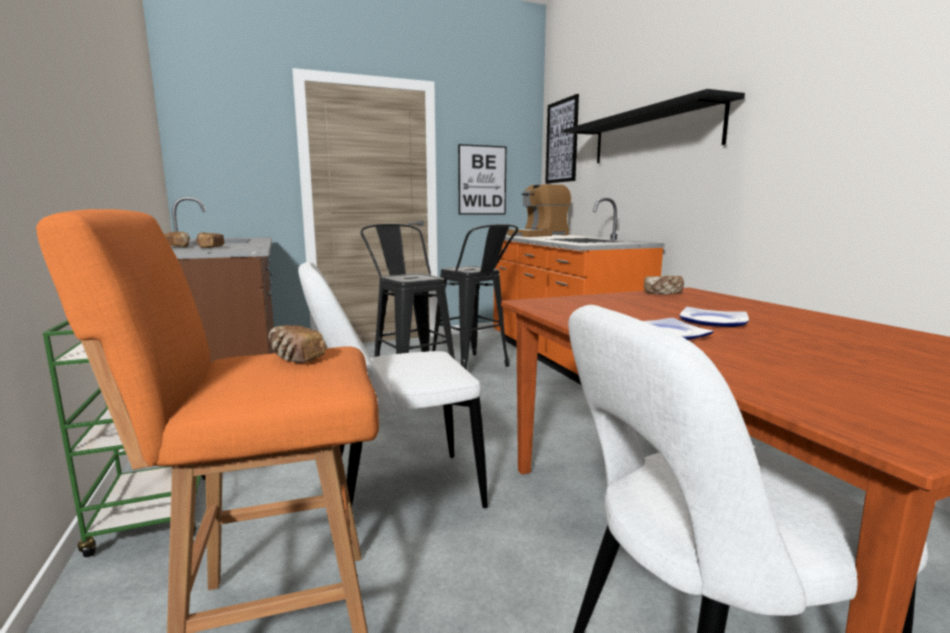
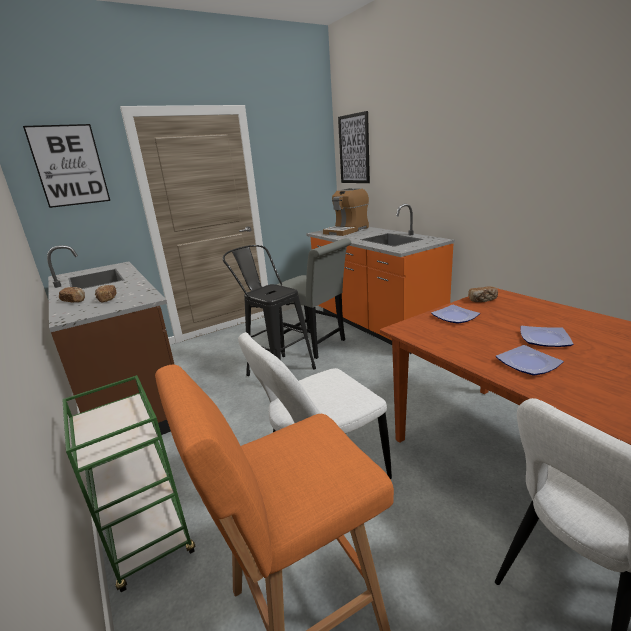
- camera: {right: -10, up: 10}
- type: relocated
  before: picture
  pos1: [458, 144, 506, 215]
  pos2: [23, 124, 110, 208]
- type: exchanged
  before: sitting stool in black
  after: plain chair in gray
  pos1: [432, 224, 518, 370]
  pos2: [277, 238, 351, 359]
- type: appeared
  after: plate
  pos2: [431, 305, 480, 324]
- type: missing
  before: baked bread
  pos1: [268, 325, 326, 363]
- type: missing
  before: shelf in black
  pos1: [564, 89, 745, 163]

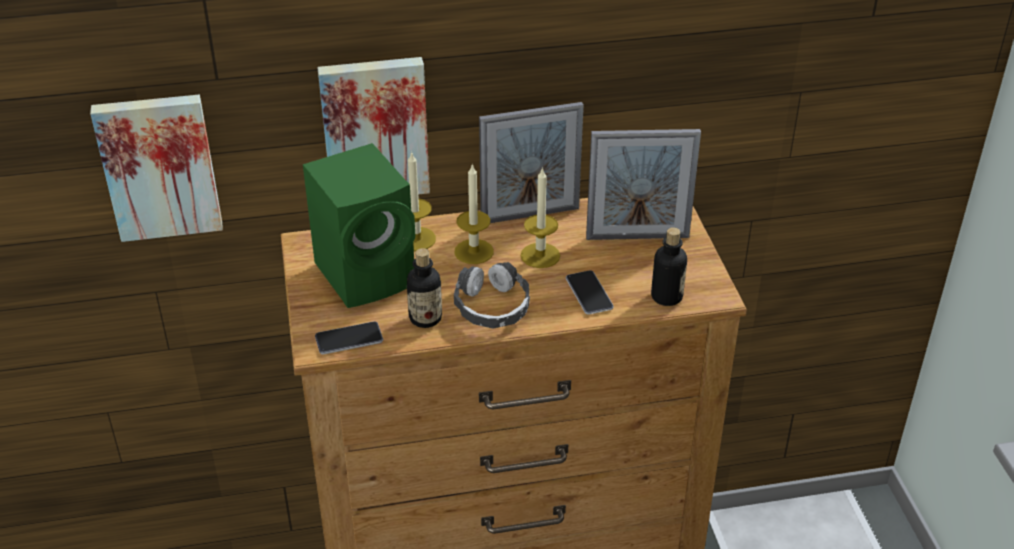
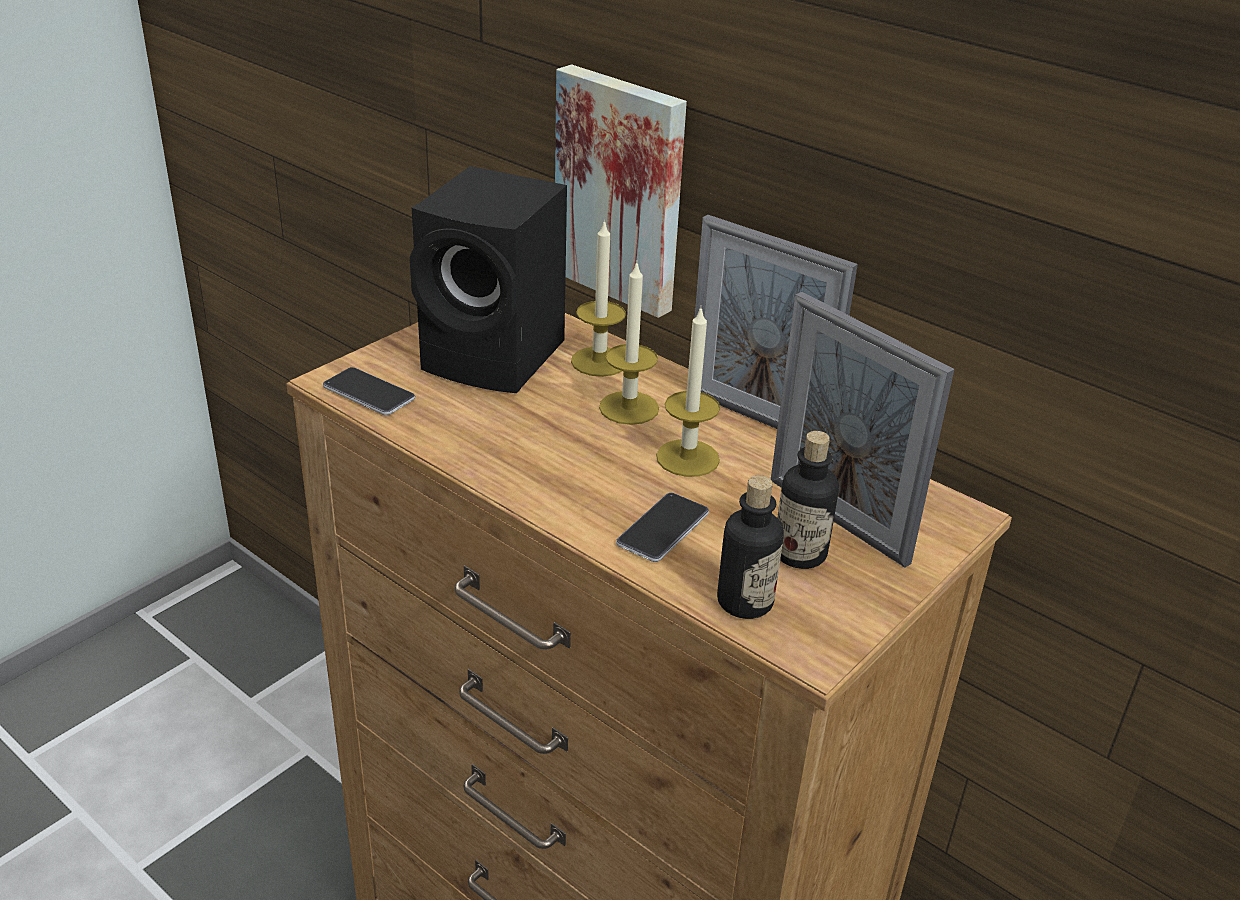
- camera: {right: 50, up: -5}
- type: colour
  before: loudspeaker in green-coloured
  after: loudspeaker in black
  pos1: [303, 143, 416, 308]
  pos2: [410, 166, 567, 393]
- type: relocated
  before: drink bottle
  pos1: [407, 248, 442, 328]
  pos2: [777, 431, 839, 569]
- type: missing
  before: picture
  pos1: [90, 95, 223, 242]
- type: missing
  before: headphones
  pos1: [454, 262, 530, 329]

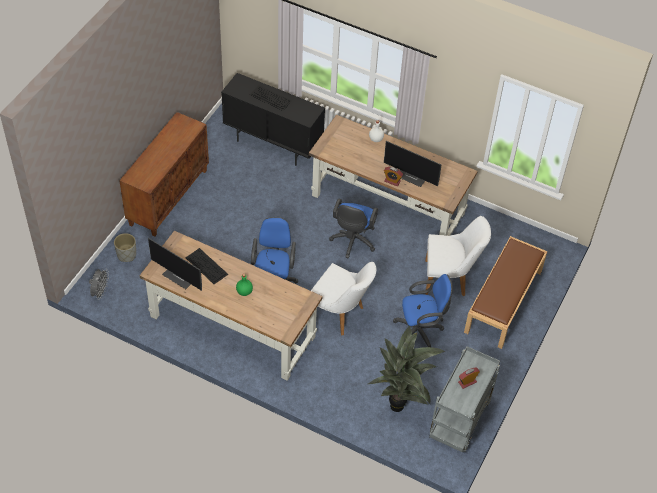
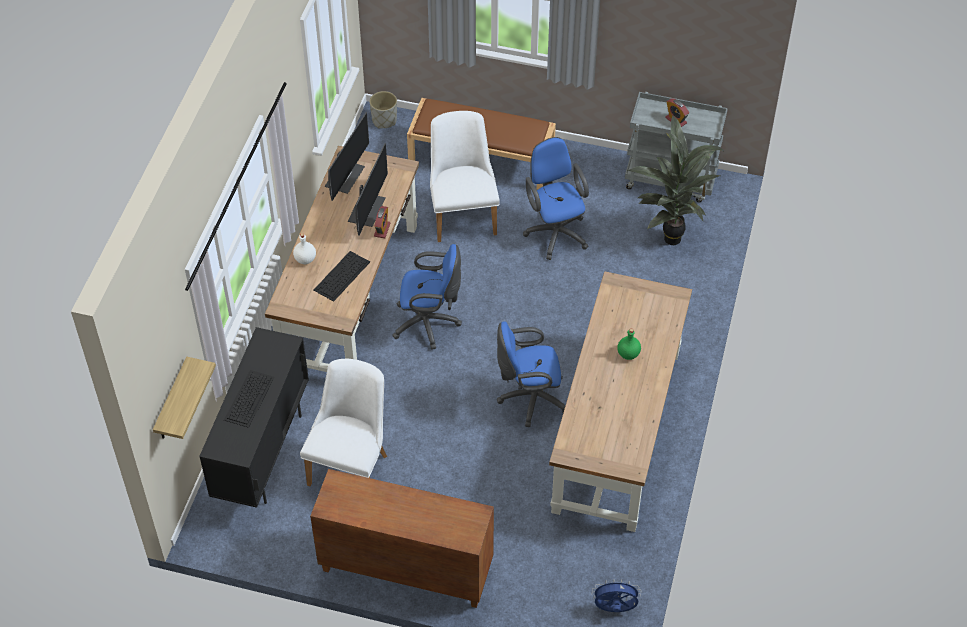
- camera: {right: -100, up: 0}
- type: appeared
  after: shelf
  pos2: [153, 357, 216, 439]
- type: relocated
  before: plain chair in white-coloured
  pos1: [311, 262, 376, 336]
  pos2: [300, 359, 387, 487]
- type: relocated
  before: computer keyboard
  pos1: [186, 248, 228, 284]
  pos2: [313, 251, 370, 301]
- type: relocated
  before: computer screen
  pos1: [148, 238, 202, 291]
  pos2: [325, 112, 369, 201]
- type: relocated
  before: planter in gray
  pos1: [114, 233, 136, 262]
  pos2: [369, 91, 397, 128]
- type: colour
  before: electric fan in gray
  after: electric fan in blue-coloured
  pos1: [89, 269, 109, 300]
  pos2: [592, 579, 641, 612]

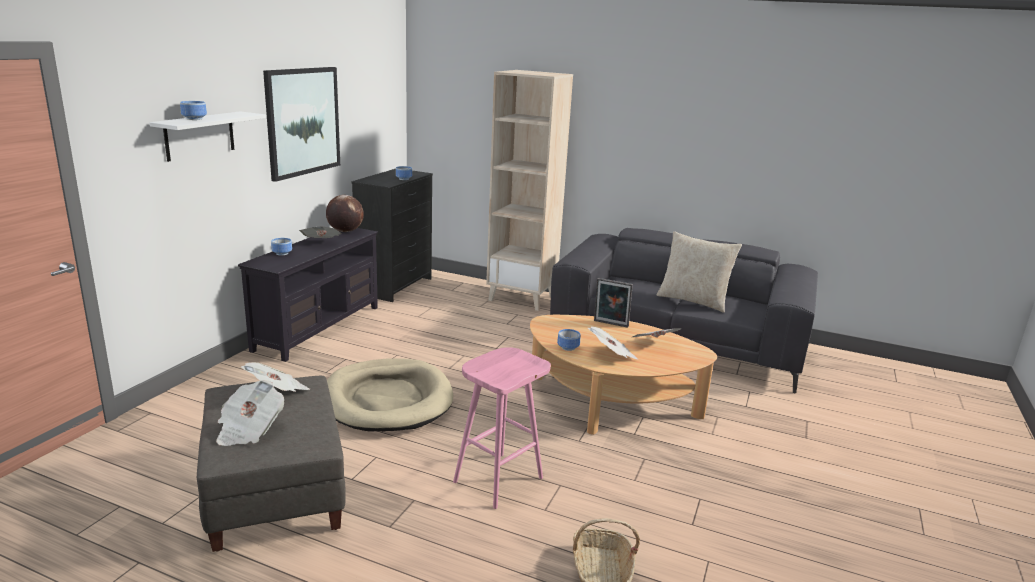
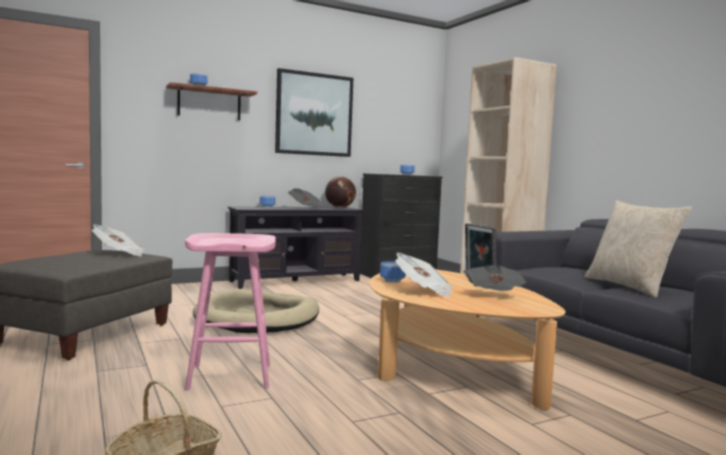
- camera: {right: 40, up: -15}
- type: colour
  before: shelf in white-coloured
  after: shelf in brownish
  pos1: [149, 111, 266, 162]
  pos2: [166, 82, 257, 120]
- type: missing
  before: newspaper
  pos1: [216, 380, 284, 446]

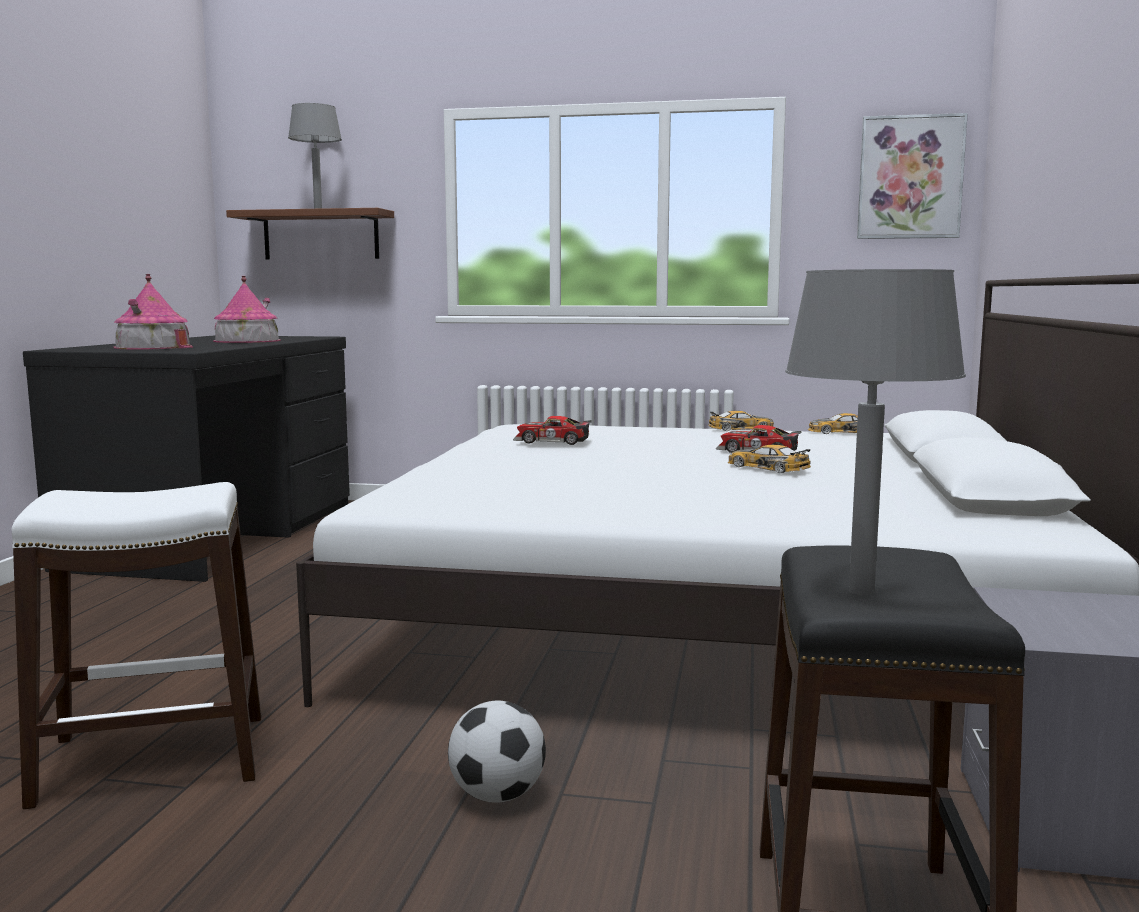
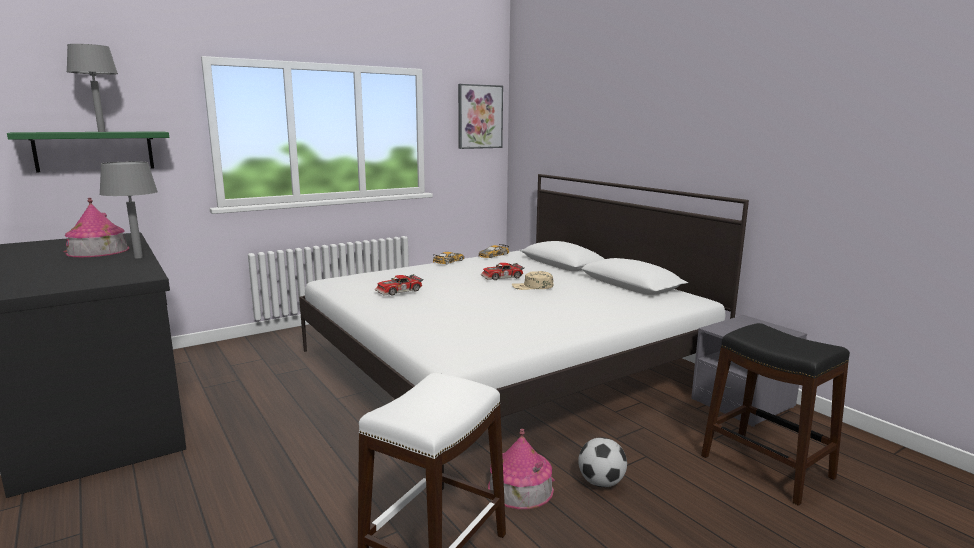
- camera: {right: -45, up: 5}
- type: colour
  before: shelf in brownish
  after: shelf in green-coloured
  pos1: [226, 208, 394, 259]
  pos2: [7, 131, 169, 172]
- type: relocated
  before: table lamp in gray
  pos1: [785, 269, 966, 595]
  pos2: [99, 161, 158, 258]
- type: relocated
  before: model house
  pos1: [113, 274, 193, 349]
  pos2: [488, 429, 555, 509]
- type: exchanged
  before: miniature car
  after: baseball cap in beige-coloured
  pos1: [728, 445, 811, 473]
  pos2: [512, 271, 553, 290]

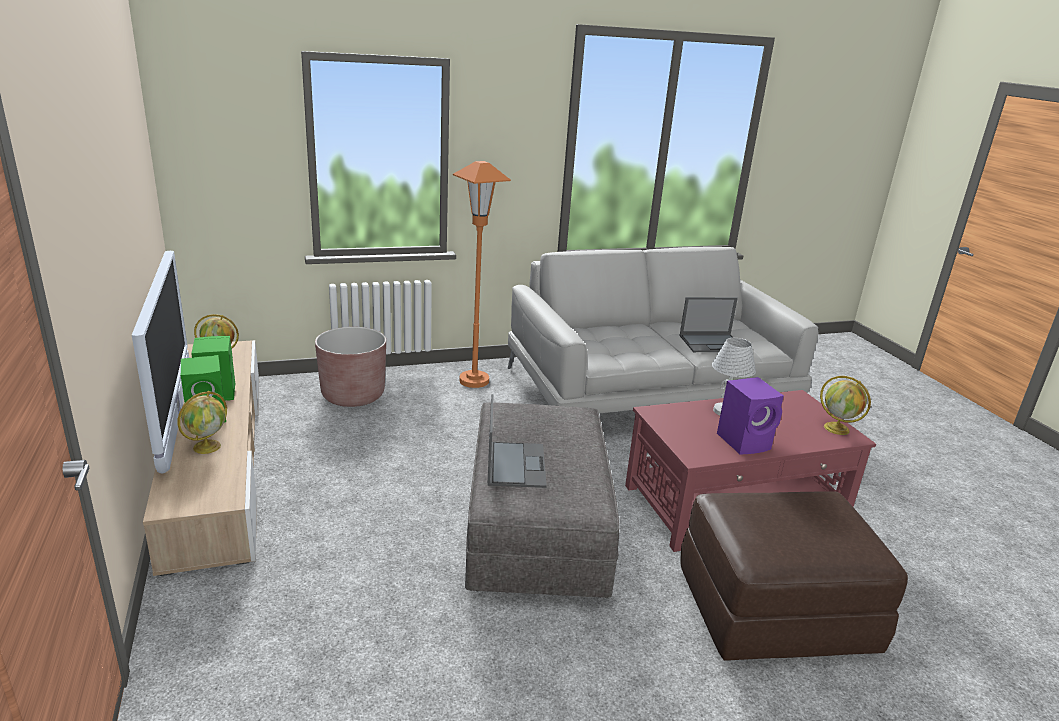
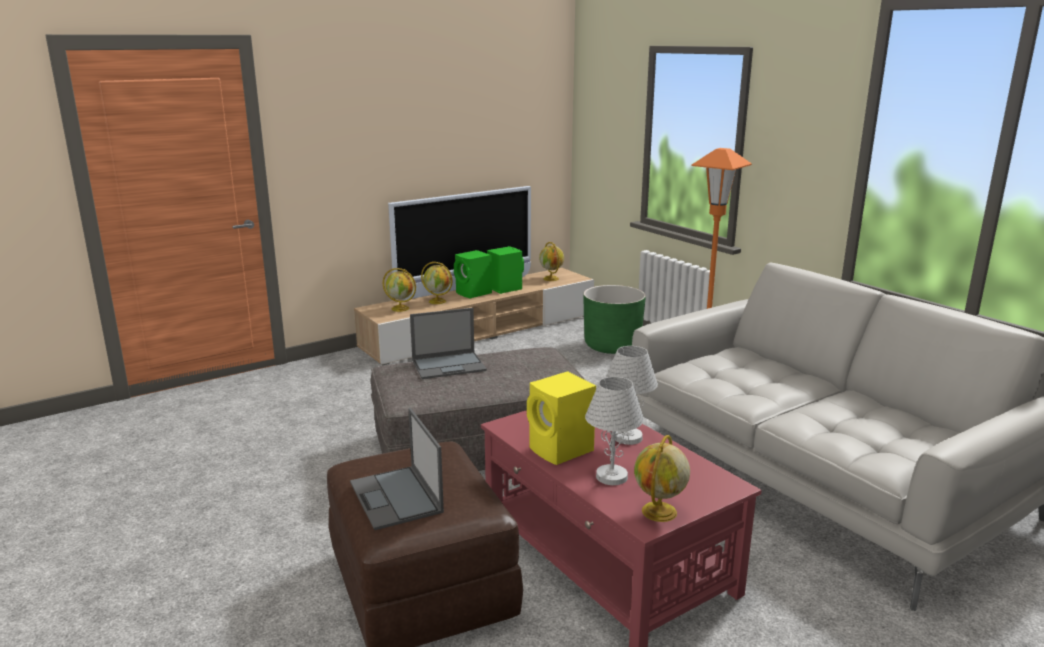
- camera: {right: 75, up: -5}
- type: relocated
  before: portable computer
  pos1: [679, 297, 738, 352]
  pos2: [350, 408, 444, 530]
- type: appeared
  after: globe
  pos2: [383, 268, 416, 312]
- type: colour
  before: loudspeaker in purple-coloured
  after: loudspeaker in yellow
  pos1: [717, 377, 784, 454]
  pos2: [527, 371, 596, 465]
- type: colour
  before: planter in brownish
  after: planter in green-coloured
  pos1: [315, 327, 386, 407]
  pos2: [583, 285, 646, 354]
- type: appeared
  after: table lamp in white-coloured
  pos2: [585, 377, 644, 485]

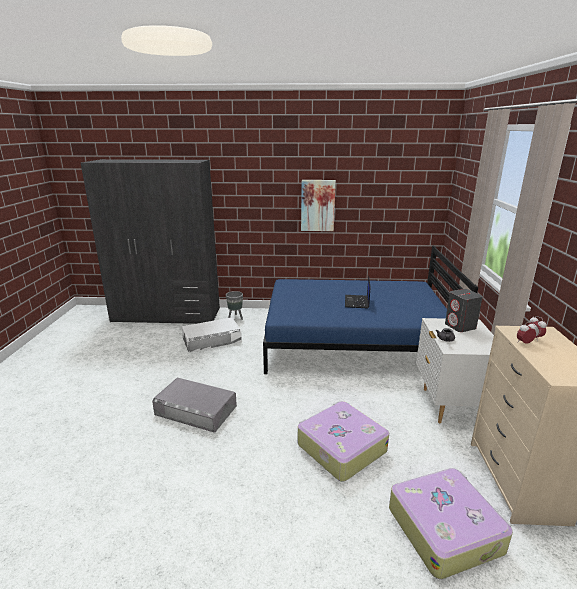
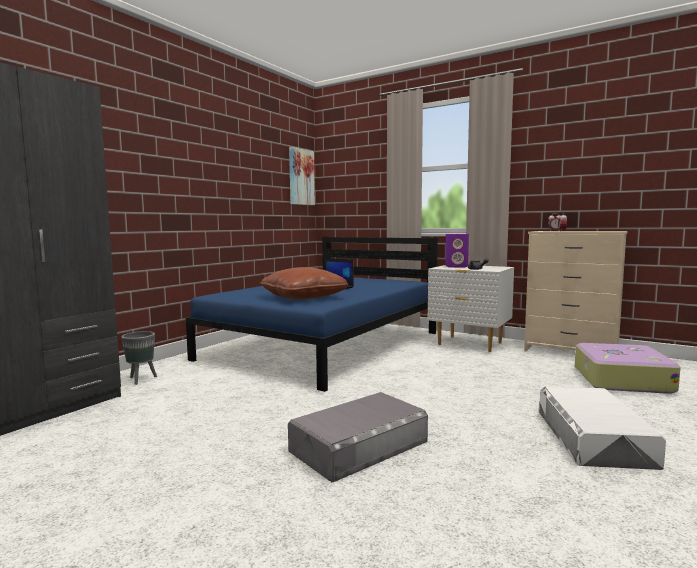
- camera: {right: -60, up: -15}
- type: appeared
  after: throw pillow in brownish
  pos2: [260, 267, 348, 299]
- type: relocated
  before: picture
  pos1: [301, 180, 336, 231]
  pos2: [289, 147, 315, 205]
- type: colour
  before: loudspeaker in gray
  after: loudspeaker in purple-coloured
  pos1: [445, 289, 483, 332]
  pos2: [445, 234, 469, 267]
- type: relocated
  before: storage box in white-coloured
  pos1: [182, 317, 242, 353]
  pos2: [539, 386, 666, 470]
- type: missing
  before: suitcase
  pos1: [298, 401, 389, 482]

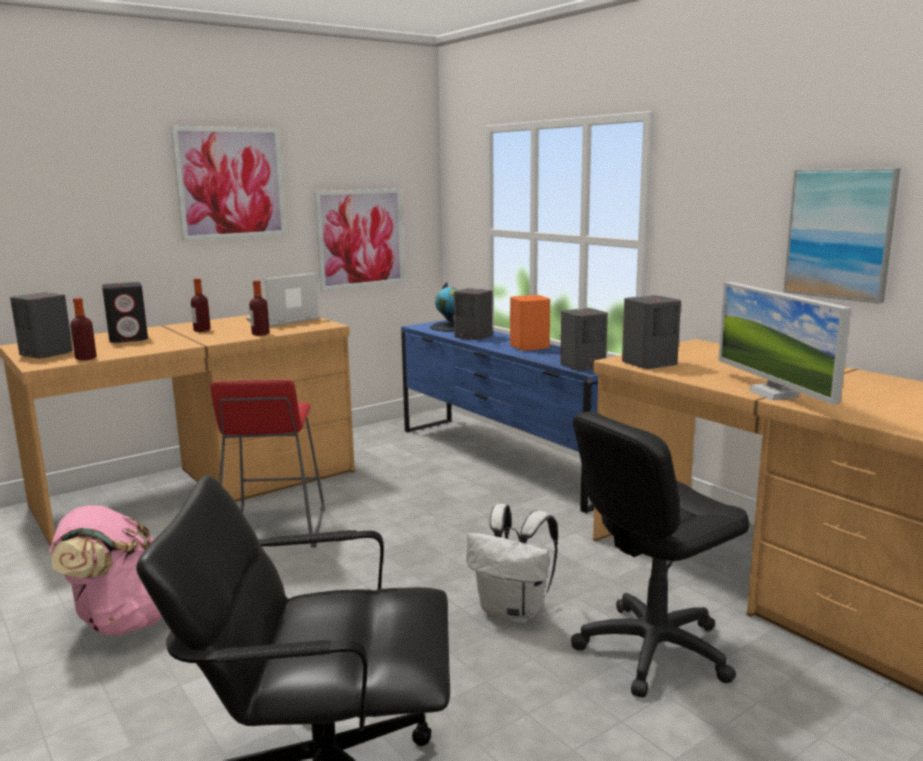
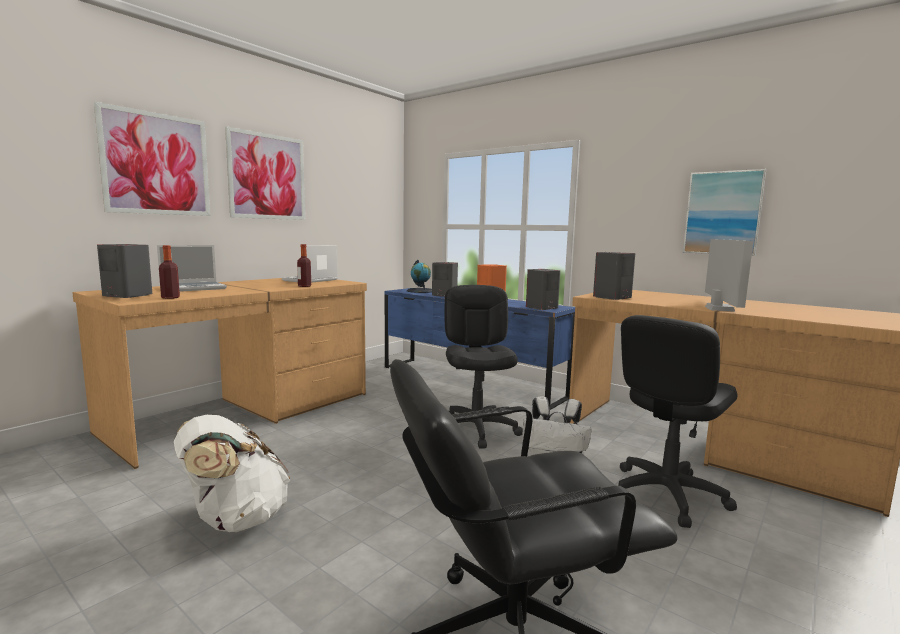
- camera: {right: -15, up: -5}
- type: relocated
  before: picture
  pos1: [315, 189, 404, 291]
  pos2: [94, 102, 210, 216]
- type: exchanged
  before: loudspeaker in black
  after: portable computer
  pos1: [102, 282, 148, 343]
  pos2: [157, 245, 227, 292]
- type: colour
  before: knapsack in pinkish
  after: knapsack in white-coloured
  pos1: [49, 505, 163, 636]
  pos2: [174, 415, 290, 532]
- type: appeared
  after: desk chair in black
  pos2: [444, 285, 523, 448]
- type: spun
  before: computer screen
  pos1: [718, 282, 851, 405]
  pos2: [705, 239, 753, 312]
  turn: -135
- type: missing
  before: drink bottle
  pos1: [191, 278, 211, 332]
- type: missing
  before: sitting stool in red-coloured
  pos1: [210, 379, 325, 548]

